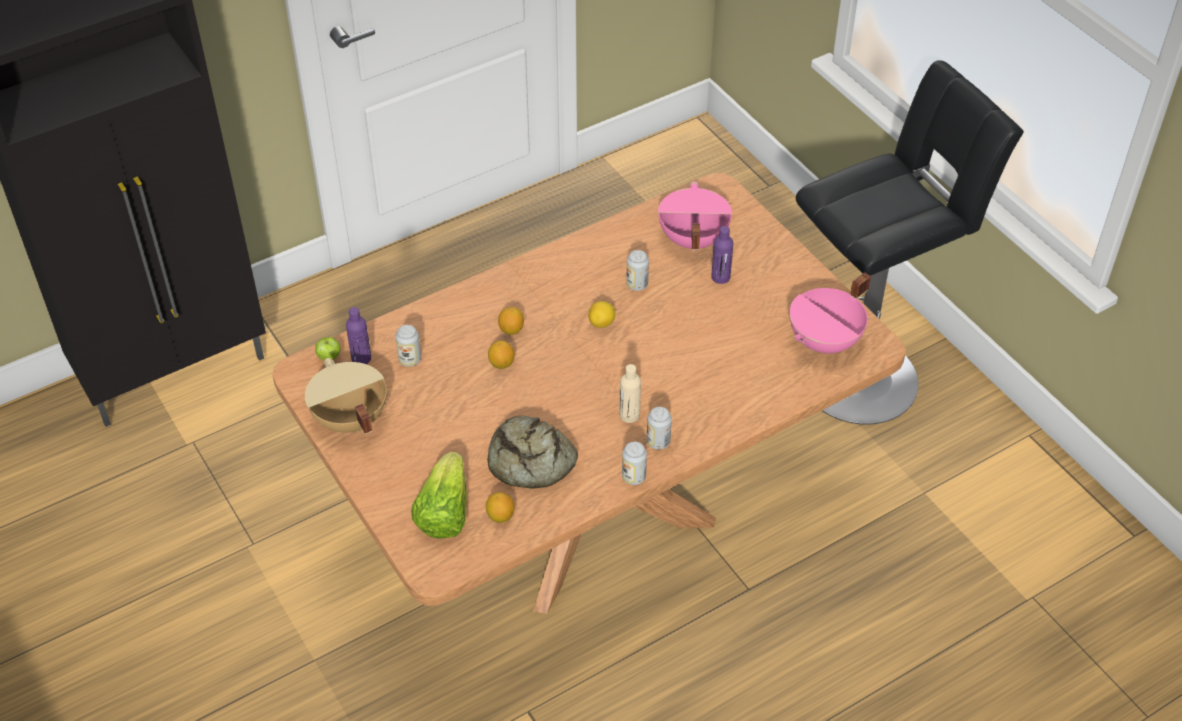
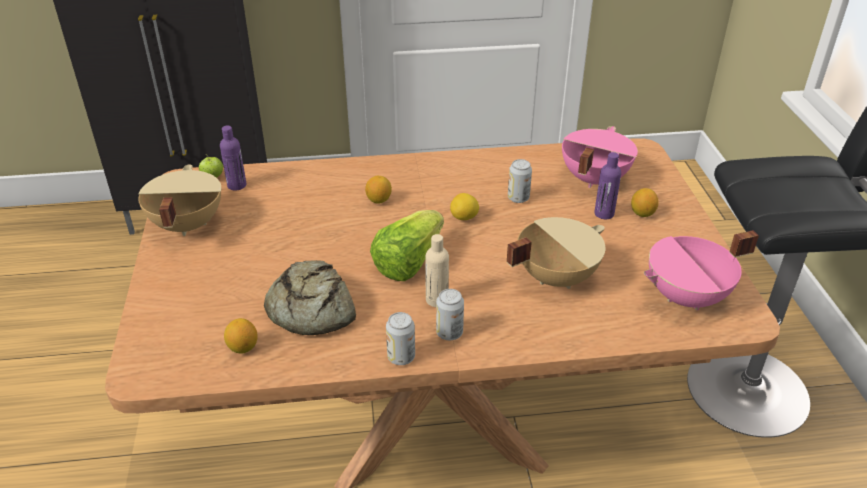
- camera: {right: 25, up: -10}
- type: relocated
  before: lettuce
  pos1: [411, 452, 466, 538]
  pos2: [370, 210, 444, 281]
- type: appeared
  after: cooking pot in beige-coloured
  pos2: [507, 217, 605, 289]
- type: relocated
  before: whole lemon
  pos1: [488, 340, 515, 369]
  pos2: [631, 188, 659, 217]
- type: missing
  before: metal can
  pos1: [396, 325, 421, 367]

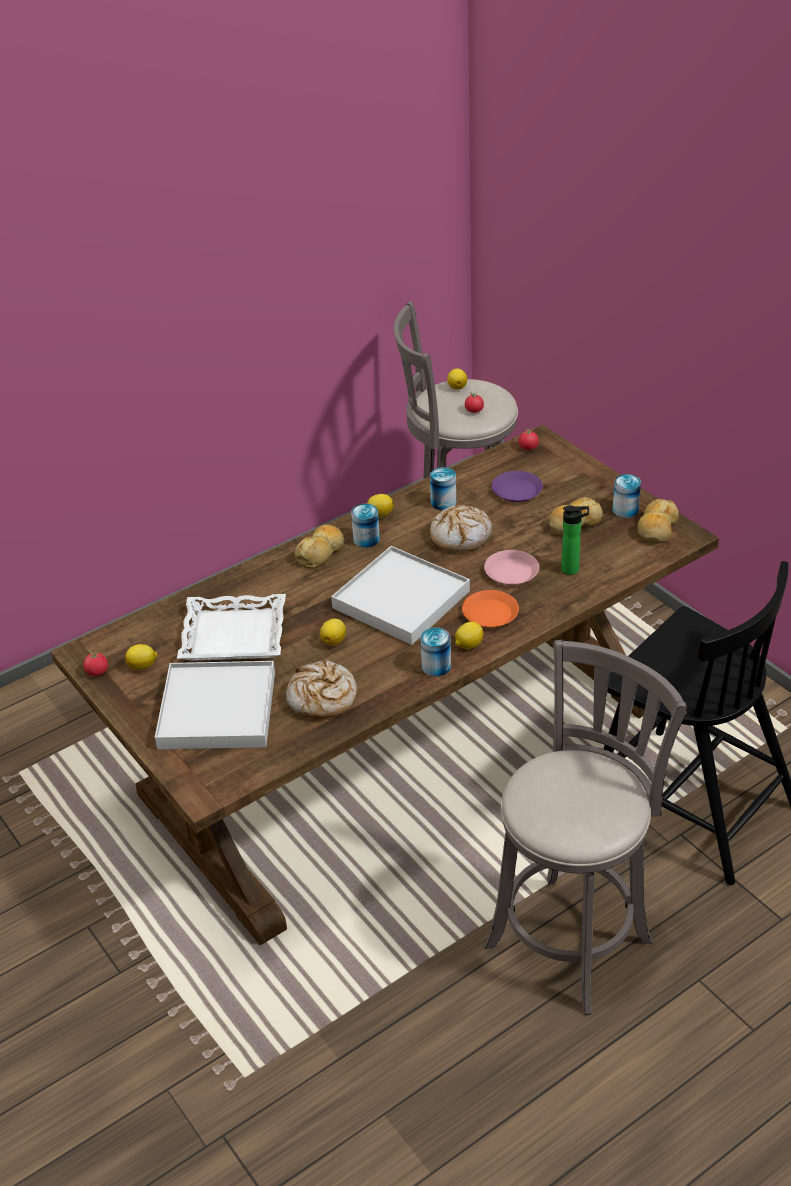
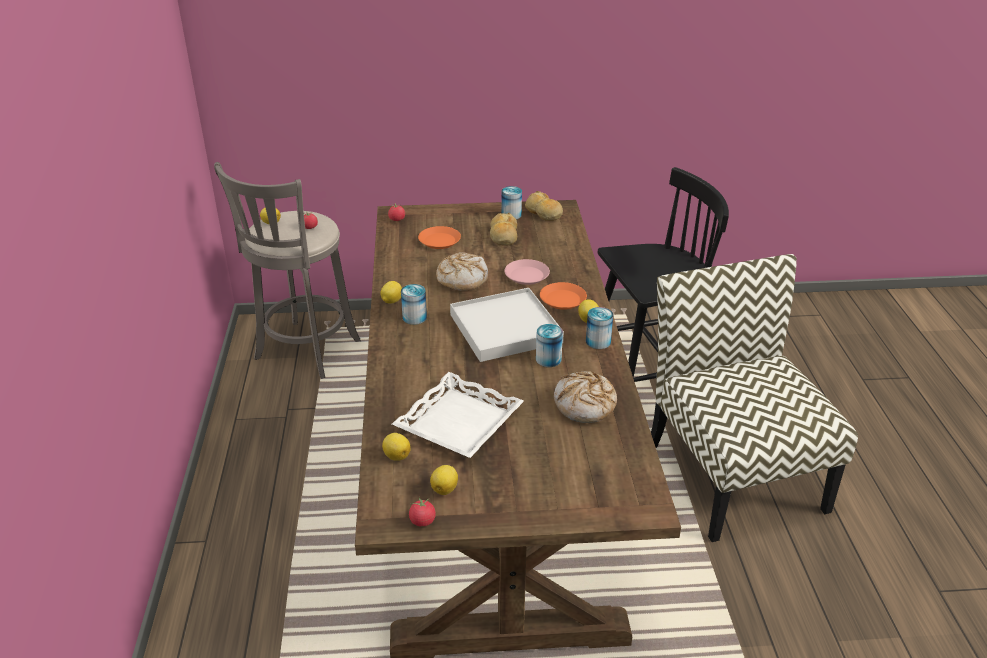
- camera: {right: -60, up: -5}
- type: relocated
  before: whole lemon
  pos1: [320, 619, 346, 646]
  pos2: [382, 433, 411, 461]
- type: colour
  before: plate in purple-coloured
  after: plate in orange-coloured
  pos1: [492, 471, 543, 502]
  pos2: [418, 226, 461, 249]
- type: relocated
  before: metal can
  pos1: [430, 467, 456, 510]
  pos2: [536, 324, 563, 367]
- type: exchanged
  before: sitting stool in gray
  after: plain chair
  pos1: [484, 640, 687, 1015]
  pos2: [651, 254, 858, 542]
- type: missing
  before: tray in white-coloured
  pos1: [155, 661, 275, 749]
- type: missing
  before: baked bread
  pos1: [295, 524, 344, 568]
- type: missing
  before: drink bottle
  pos1: [561, 505, 589, 575]

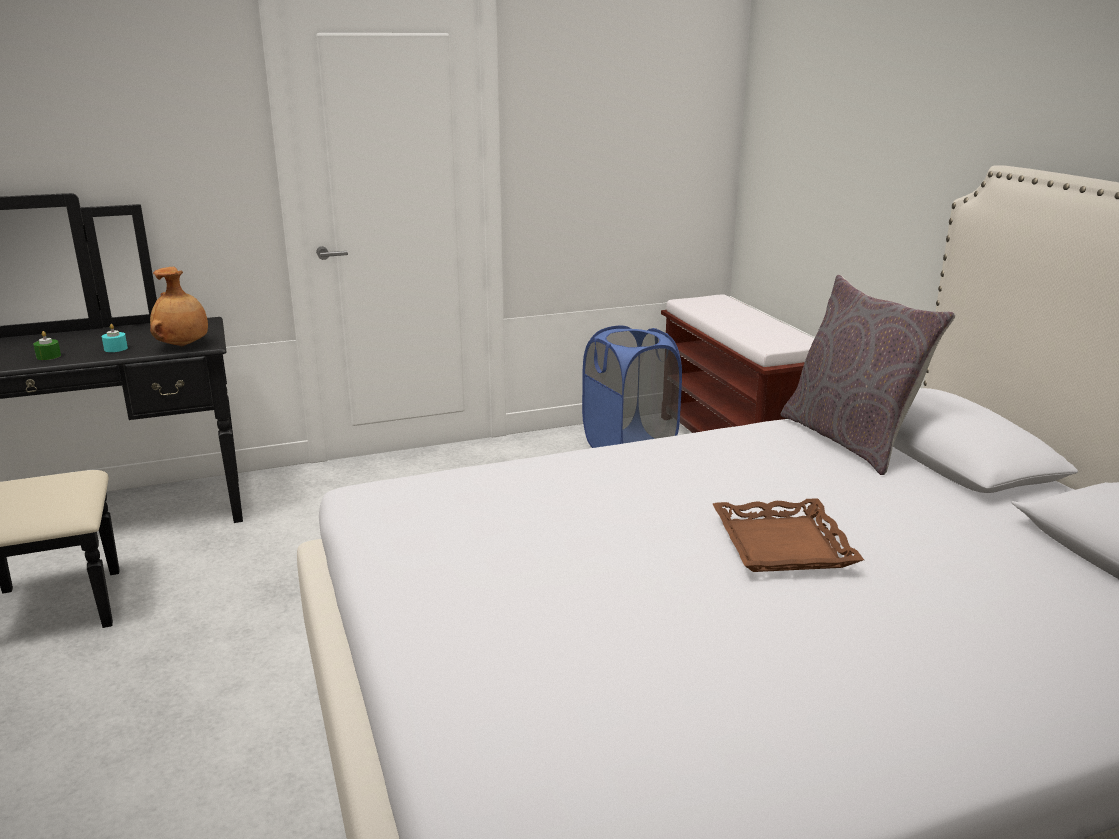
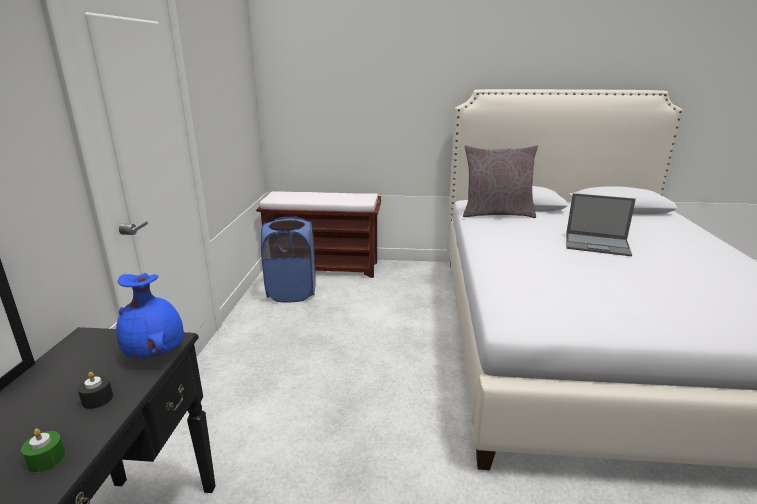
- camera: {right: -65, up: 0}
- type: colour
  before: wax candle in turquoise
  after: wax candle in black
  pos1: [102, 324, 128, 352]
  pos2: [78, 372, 113, 409]
- type: colour
  before: flower vase in brownish
  after: flower vase in blue-coloured
  pos1: [150, 267, 208, 346]
  pos2: [116, 273, 184, 359]
- type: exchanged
  before: tray in brownish
  after: portable computer
  pos1: [713, 498, 864, 572]
  pos2: [566, 193, 636, 256]

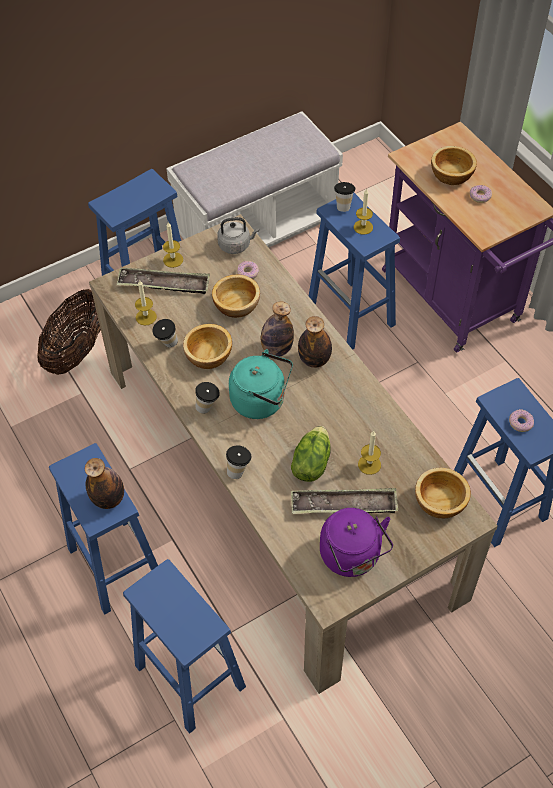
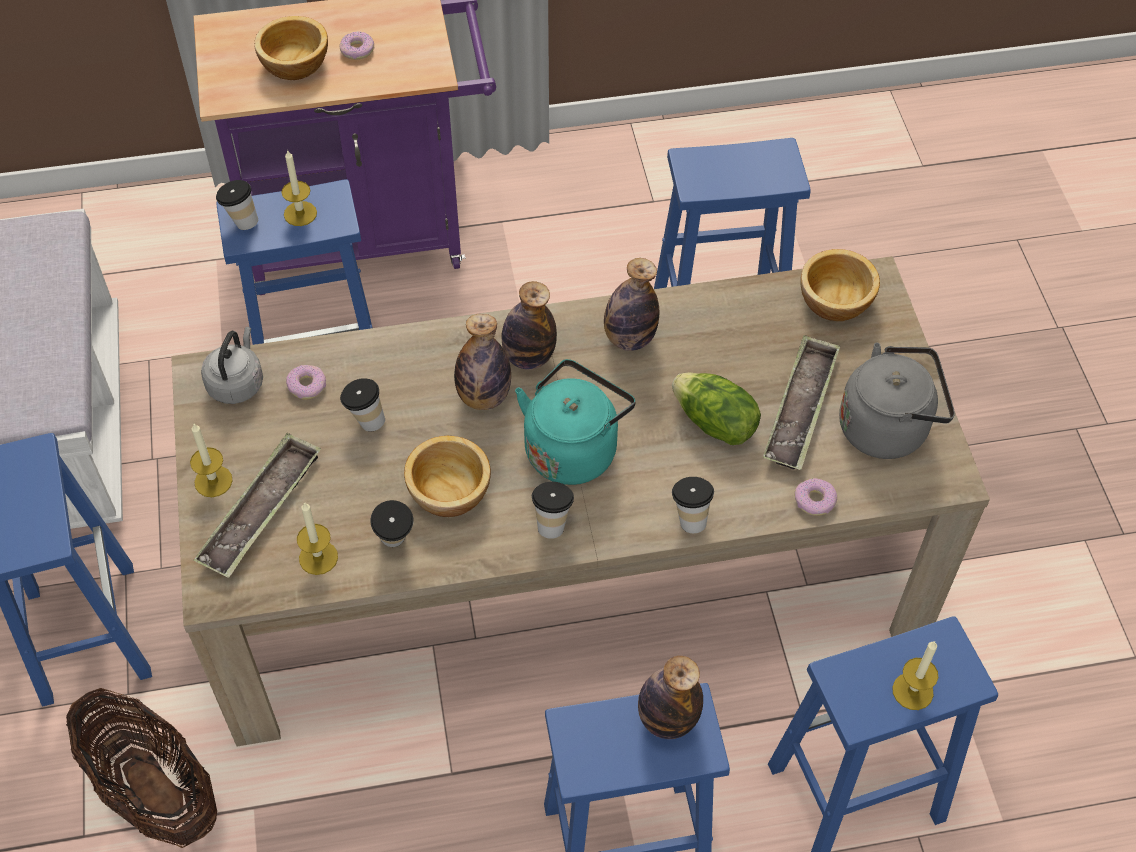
- camera: {right: -70, up: 0}
- type: exchanged
  before: bowl
  after: drinking cup
  pos1: [212, 275, 260, 318]
  pos2: [340, 378, 385, 432]
- type: appeared
  after: drink bottle
  pos2: [604, 258, 659, 351]
- type: relocated
  before: ring doughnut
  pos1: [509, 409, 534, 432]
  pos2: [794, 478, 837, 516]
- type: colour
  before: tea kettle in purple-coloured
  after: tea kettle in gray
  pos1: [320, 508, 393, 577]
  pos2: [839, 342, 955, 459]
- type: relocated
  before: wax candle
  pos1: [358, 431, 381, 475]
  pos2: [892, 641, 938, 710]

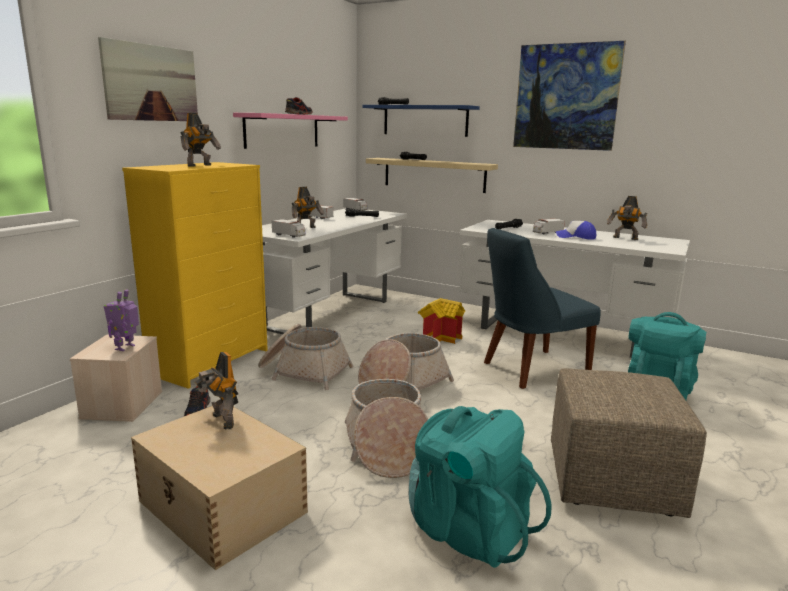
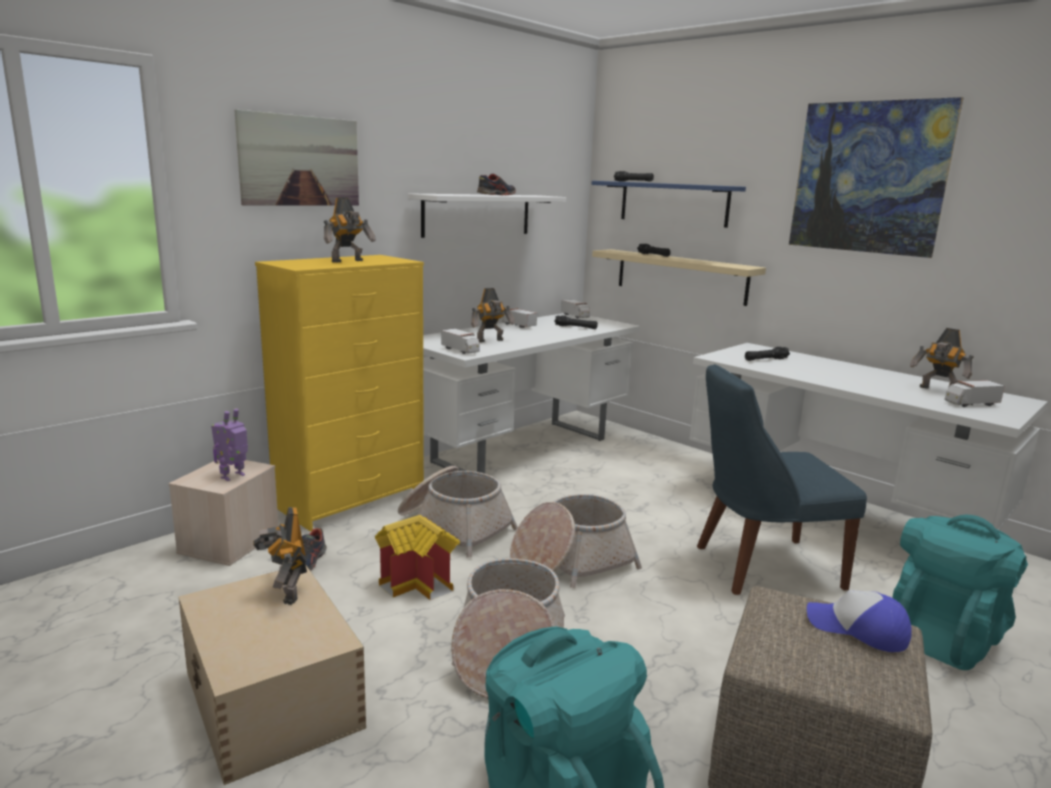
- camera: {right: 15, up: 0}
- type: relocated
  before: model house
  pos1: [418, 298, 465, 344]
  pos2: [375, 515, 460, 600]
- type: colour
  before: shelf in pinkish
  after: shelf in white-coloured
  pos1: [233, 113, 348, 149]
  pos2: [408, 193, 566, 238]
- type: relocated
  before: baseball cap
  pos1: [556, 221, 596, 240]
  pos2: [807, 590, 912, 652]
- type: relocated
  before: toy truck
  pos1: [533, 218, 565, 235]
  pos2: [945, 380, 1005, 407]

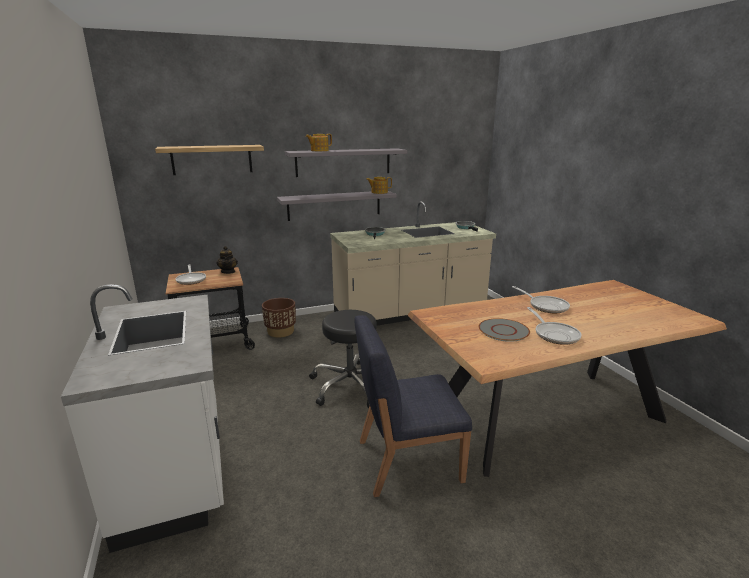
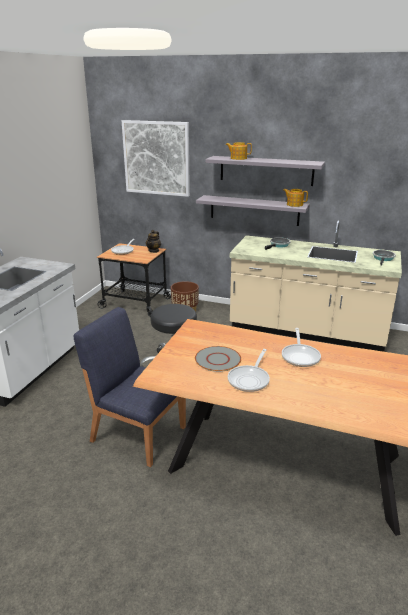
- camera: {right: 40, up: 5}
- type: exchanged
  before: shelf
  after: picture
  pos1: [155, 145, 264, 175]
  pos2: [122, 120, 190, 197]

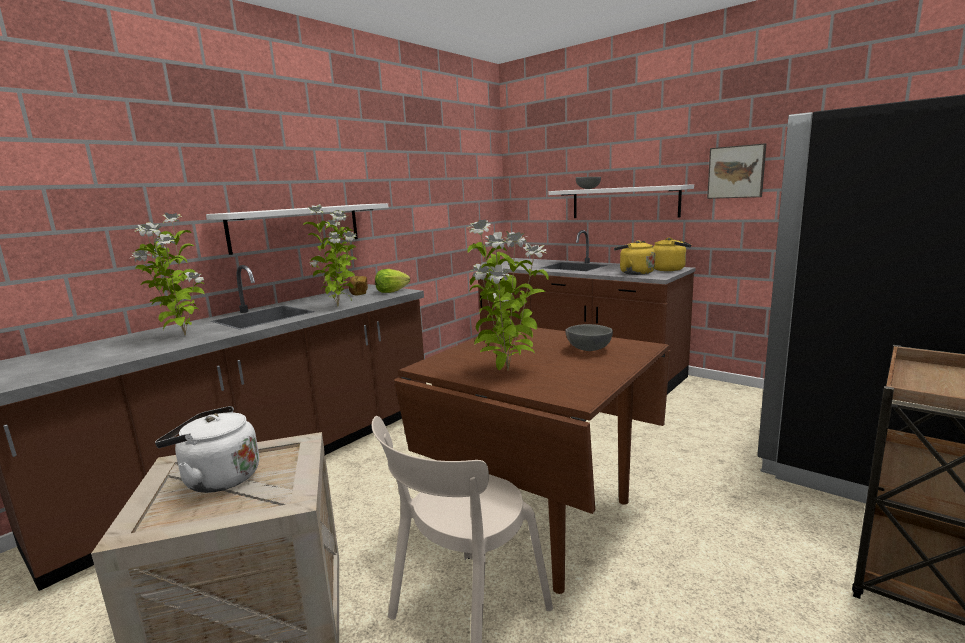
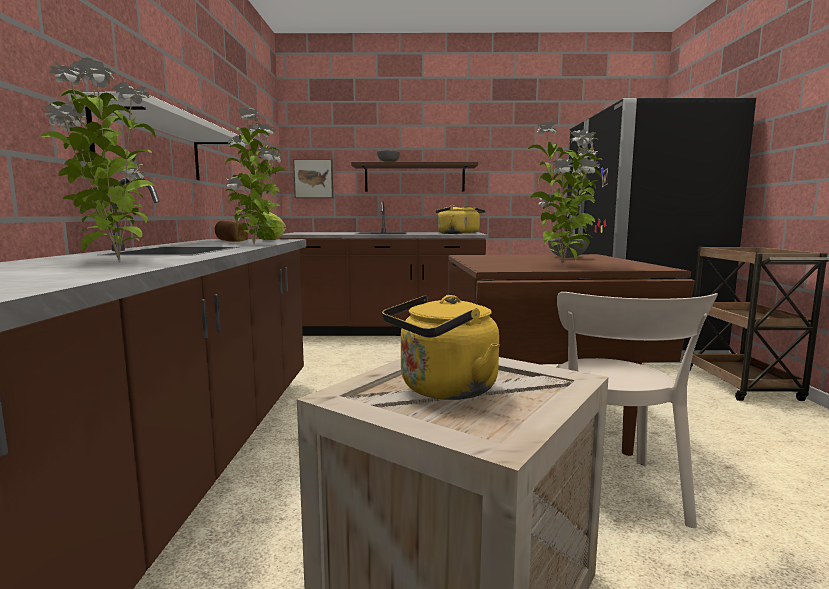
- camera: {right: -40, up: -5}
- type: relocated
  before: picture
  pos1: [707, 143, 766, 199]
  pos2: [293, 159, 333, 198]
- type: colour
  before: shelf in white-coloured
  after: shelf in brownish
  pos1: [549, 184, 694, 218]
  pos2: [351, 162, 478, 192]
- type: colour
  before: tea kettle in white-coloured
  after: tea kettle in yellow
  pos1: [155, 406, 259, 493]
  pos2: [382, 295, 500, 400]

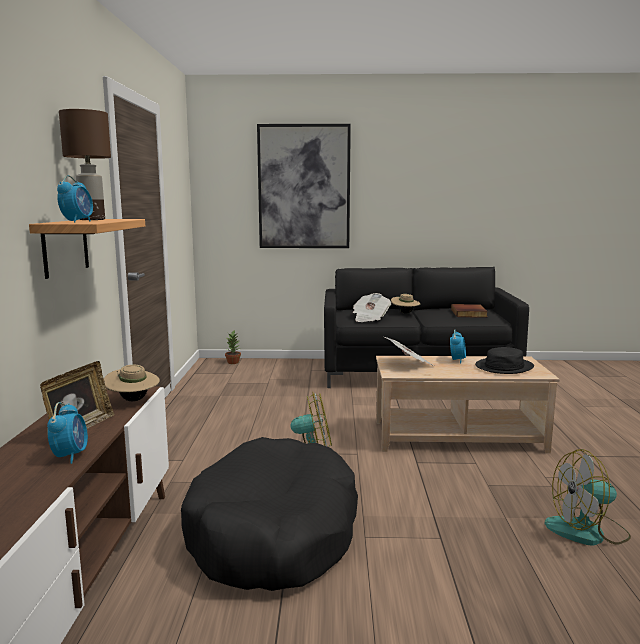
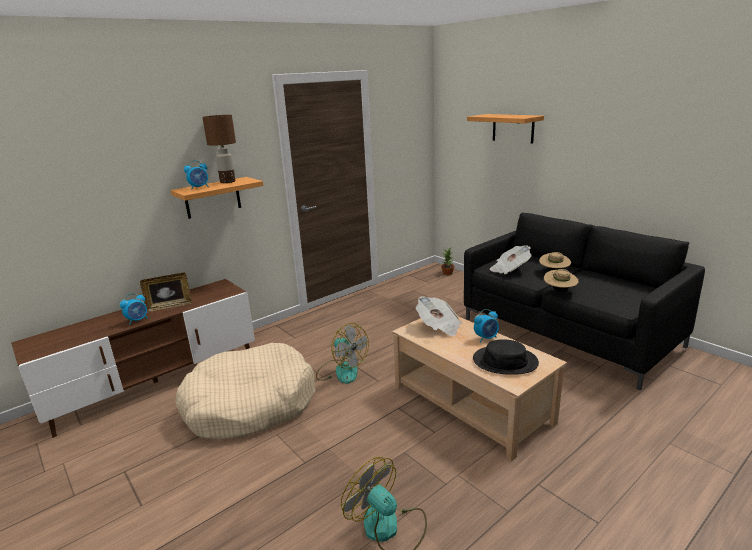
- camera: {right: 50, up: 10}
- type: colour
  before: dog cushion in black
  after: dog cushion in beige-coloured
  pos1: [181, 437, 358, 591]
  pos2: [175, 343, 315, 439]
- type: exchanged
  before: picture
  after: shelf
  pos1: [257, 124, 351, 248]
  pos2: [467, 114, 544, 144]
- type: relocated
  before: clothing hat in beige-coloured
  pos1: [104, 365, 160, 401]
  pos2: [544, 269, 579, 292]
- type: missing
  before: volume
  pos1: [451, 304, 488, 318]

